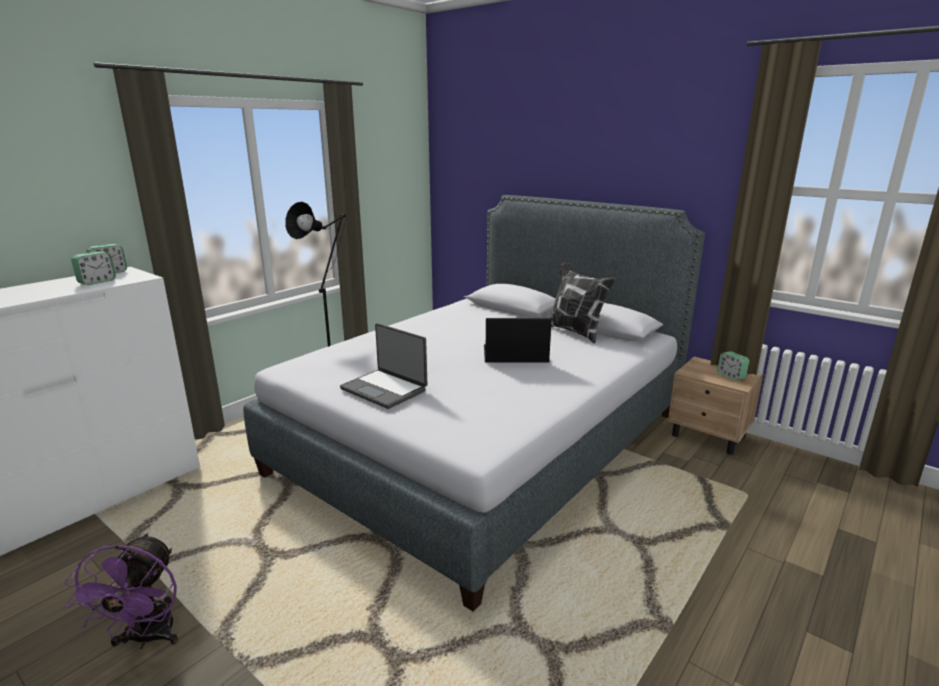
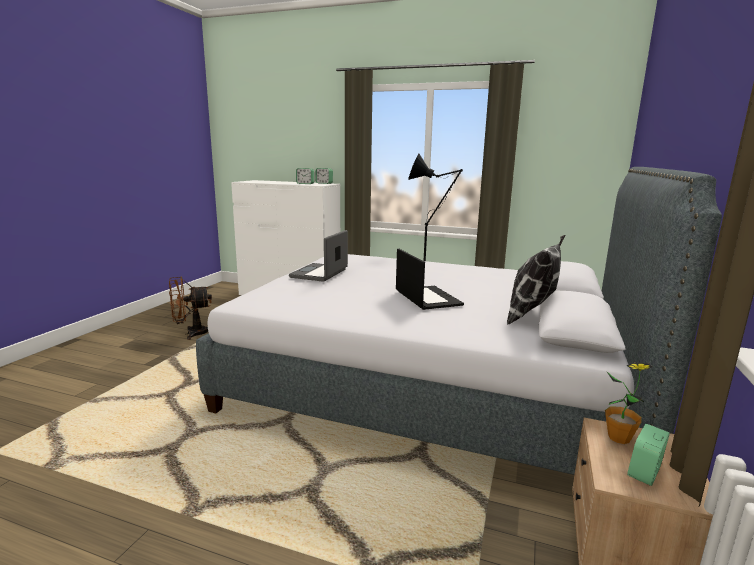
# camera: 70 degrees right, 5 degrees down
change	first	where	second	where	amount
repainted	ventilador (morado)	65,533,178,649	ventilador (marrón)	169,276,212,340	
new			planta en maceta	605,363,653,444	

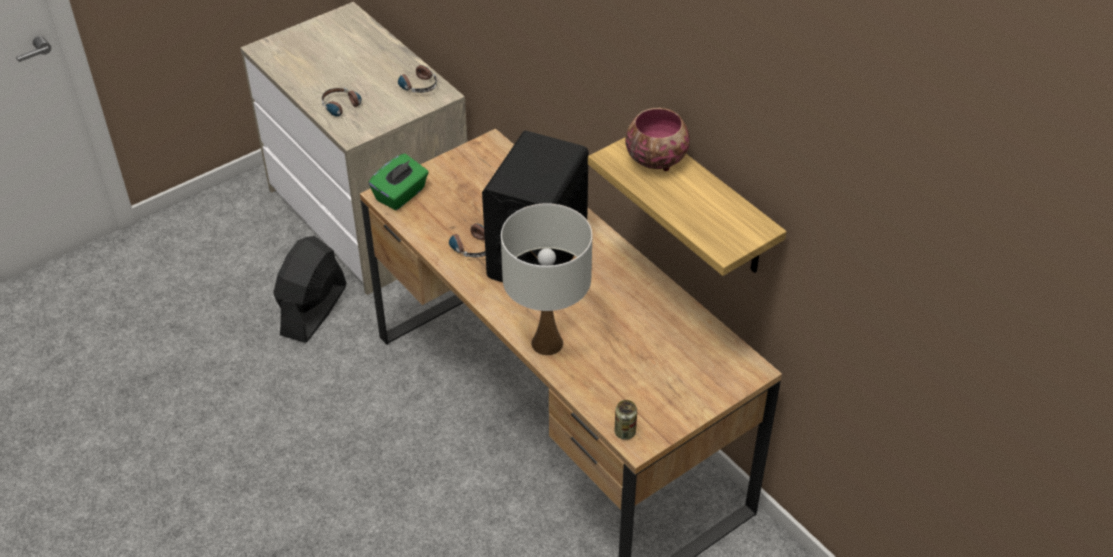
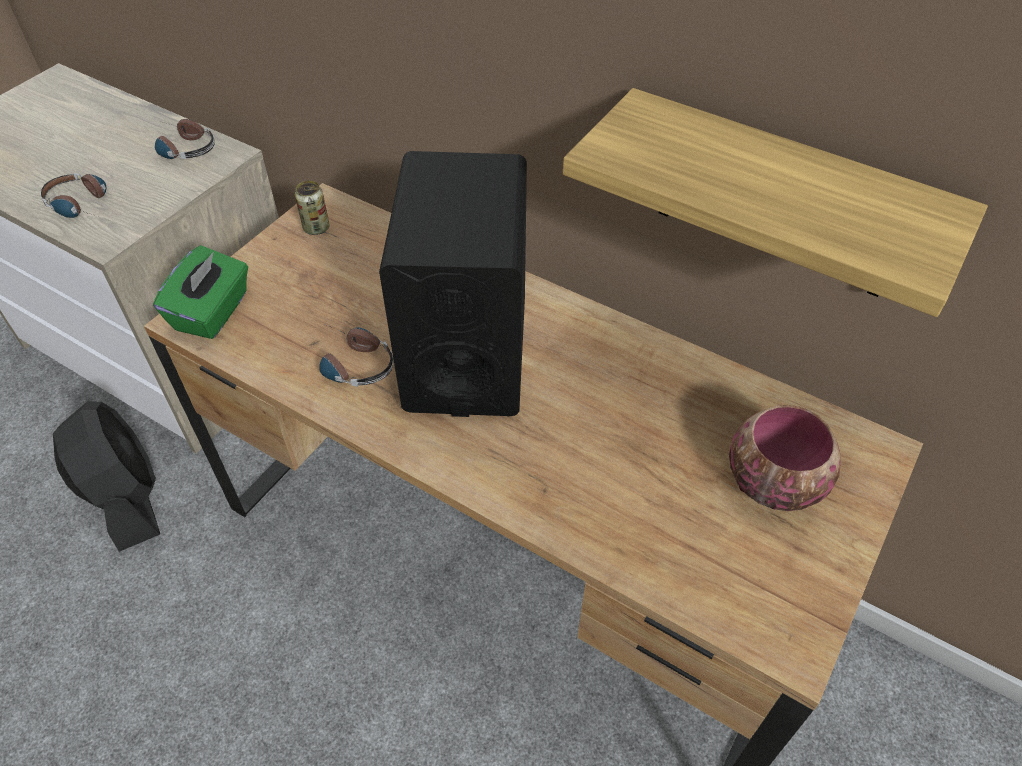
# camera: 20 degrees left, 5 degrees up
change	first	where	second	where	amount
shifted	cuenco	626,108,690,171		729,405,841,511	
gone	lámpara de mesa (blanco)	501,203,592,355			
rotated	ventilador (negro)	273,236,347,343		53,401,160,552	150 degrees clockwise
shifted	lata	614,400,637,440		295,181,329,235	

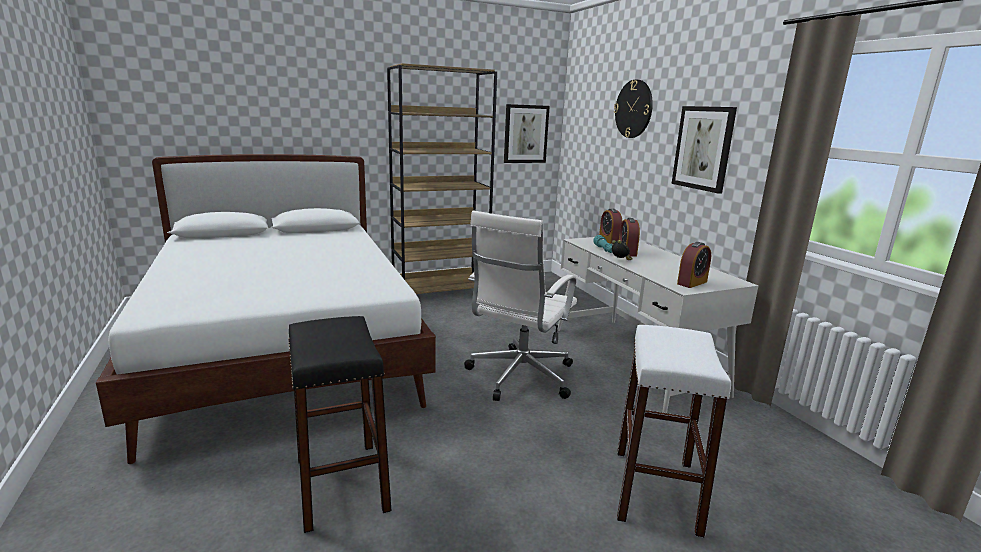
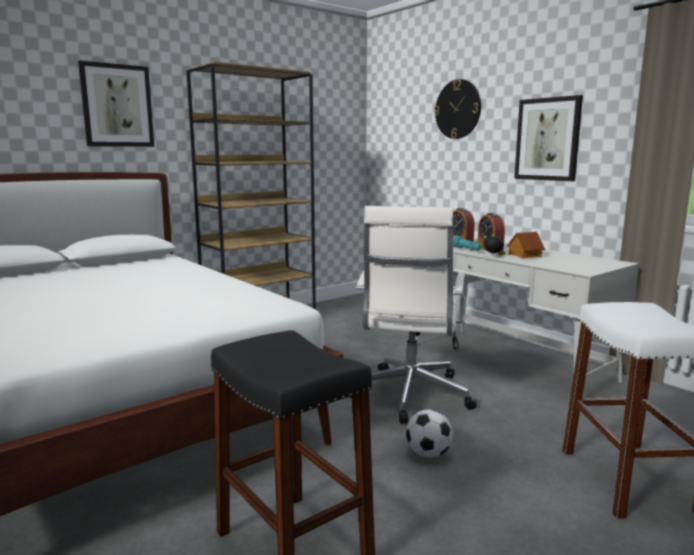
# camera: 15 degrees left, 5 degrees down
change	first	where	second	where	amount
shifted	cuadro	504,104,550,163		78,60,154,147	
gone	despertador	677,242,711,288			
new			casita	507,232,545,258	
new			balón de fútbol	406,409,453,458	

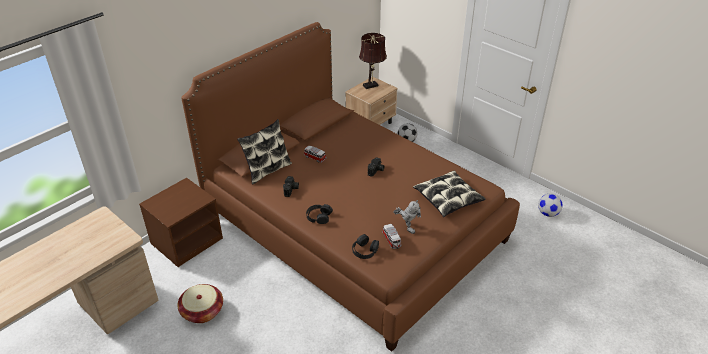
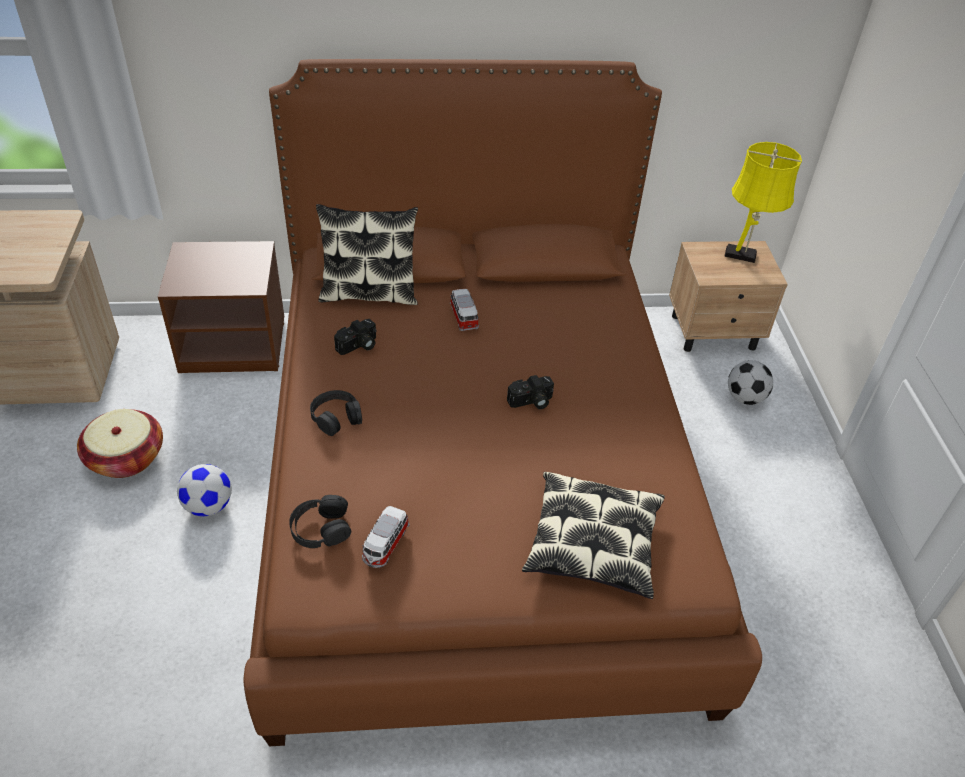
# camera: 40 degrees right, 5 degrees up
change	first	where	second	where	amount
repainted	lámpara de mesa (marrón)	359,33,387,89	lámpara de mesa (amarillo)	724,142,802,263	
shifted	balón de fútbol	538,193,563,217		177,464,232,516	
gone	robot de juguete	393,200,421,234			

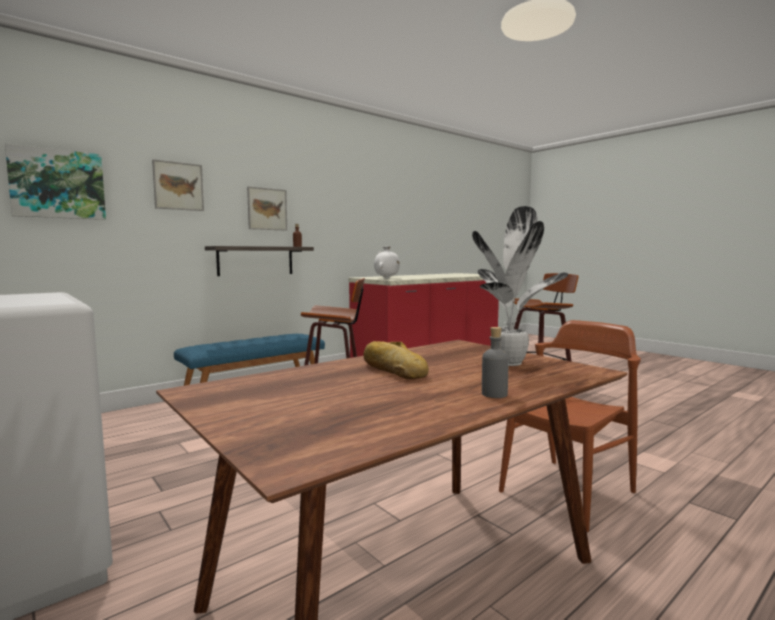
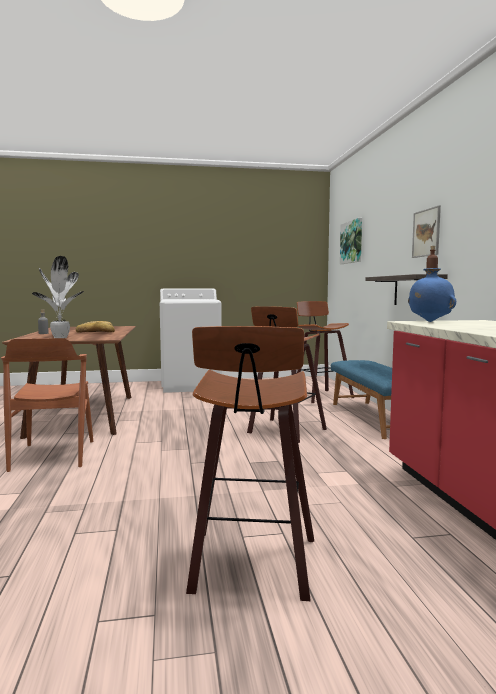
# camera: 120 degrees right, 0 degrees up
change	first	where	second	where	amount
gone	cuadro	152,159,204,211			
repainted	florero (blanco)	374,246,400,279	florero (azul)	408,268,456,322	
new			taburete	297,301,354,403	

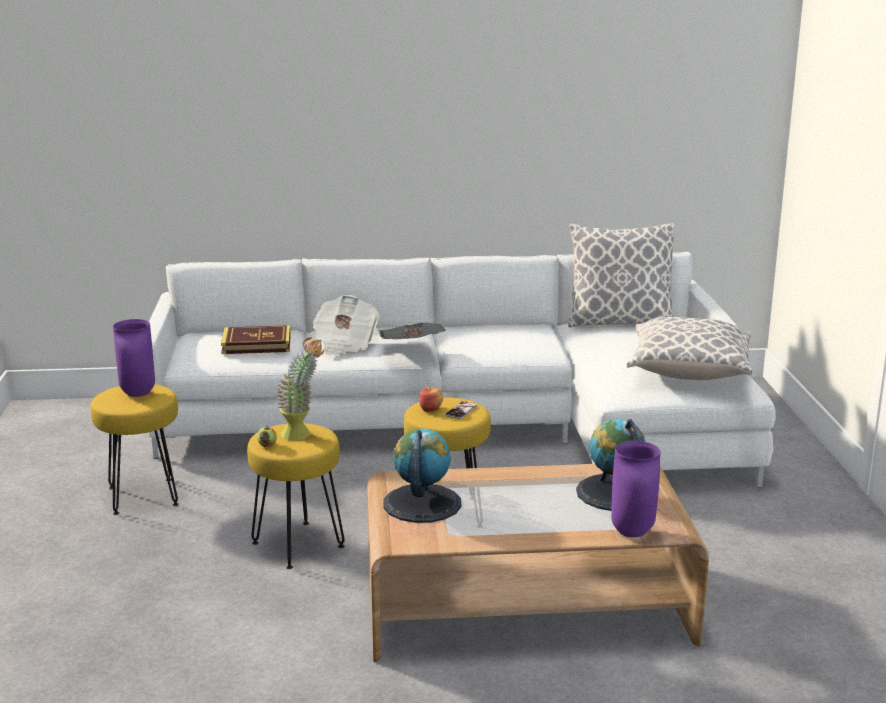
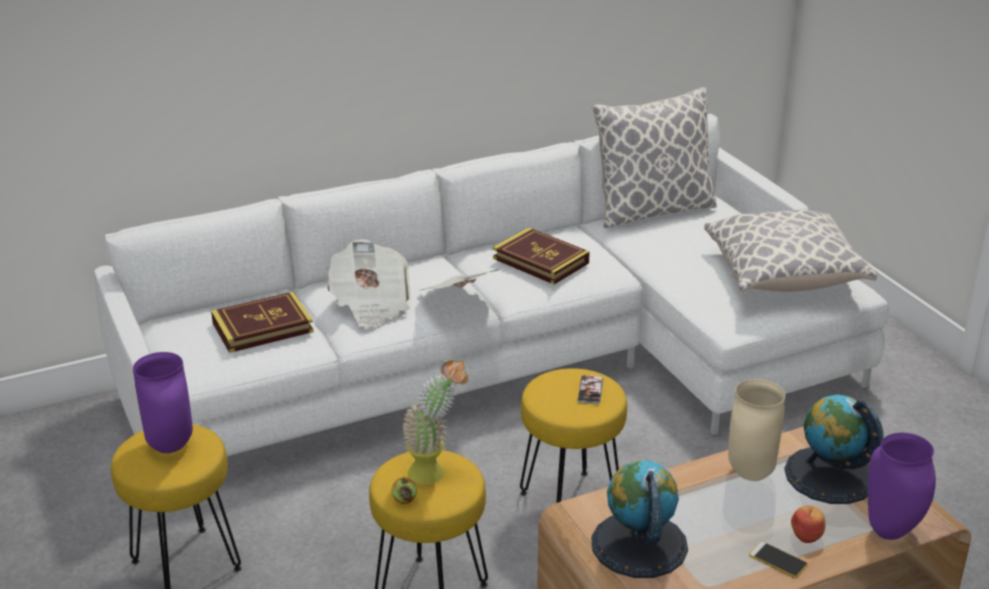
# camera: 20 degrees left, 10 degrees up
change	first	where	second	where	amount
shifted	manzana	419,387,443,412		791,506,826,543	
new			libro	493,227,590,284	
new			florero (beis)	728,379,785,481	
new			móvil	749,541,808,578	

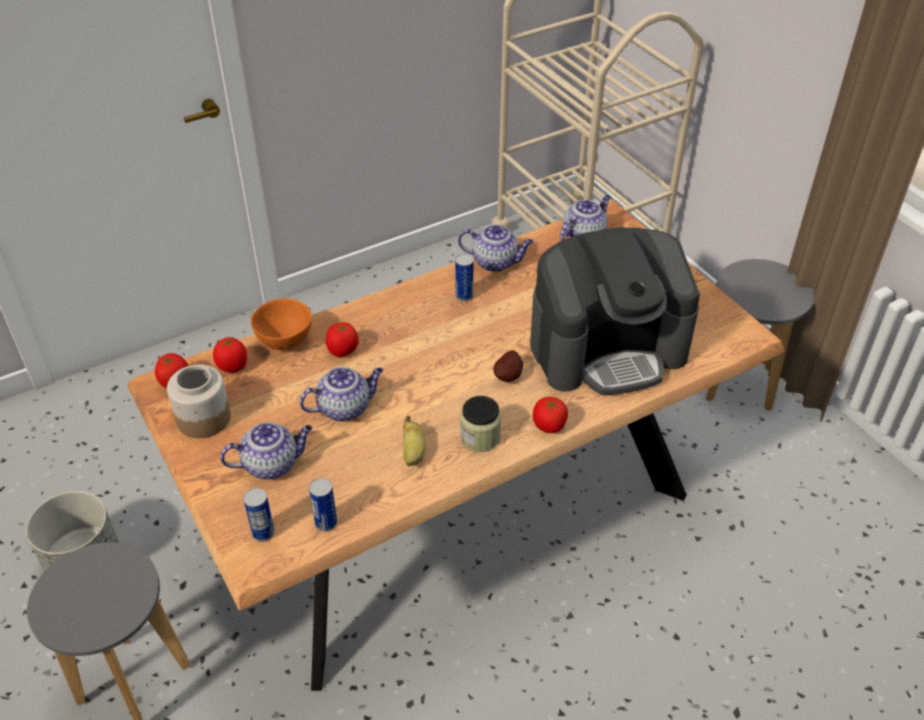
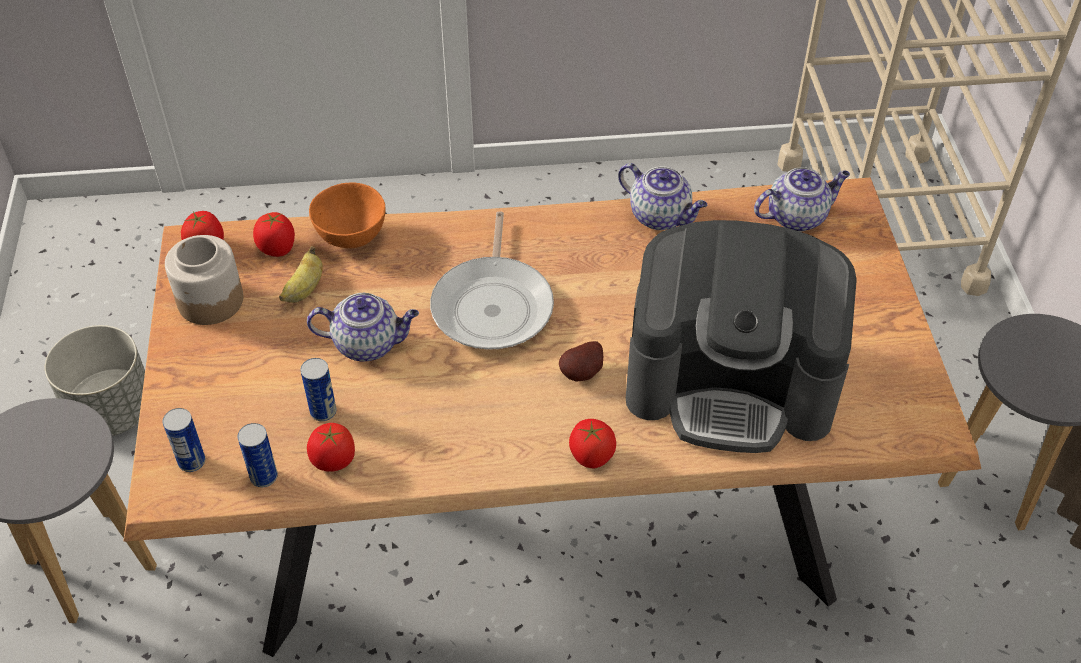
# camera: 25 degrees right, 5 degrees up
change	first	where	second	where	amount
shifted	lata	455,254,474,301		300,358,336,421	
shifted	tomate	326,322,359,357		307,423,355,472	
gone	tarro	460,396,501,452			
shifted	plátano	403,416,425,466		279,246,323,303	
gone	tetera	220,422,312,480			
new			sartén	430,212,554,350	

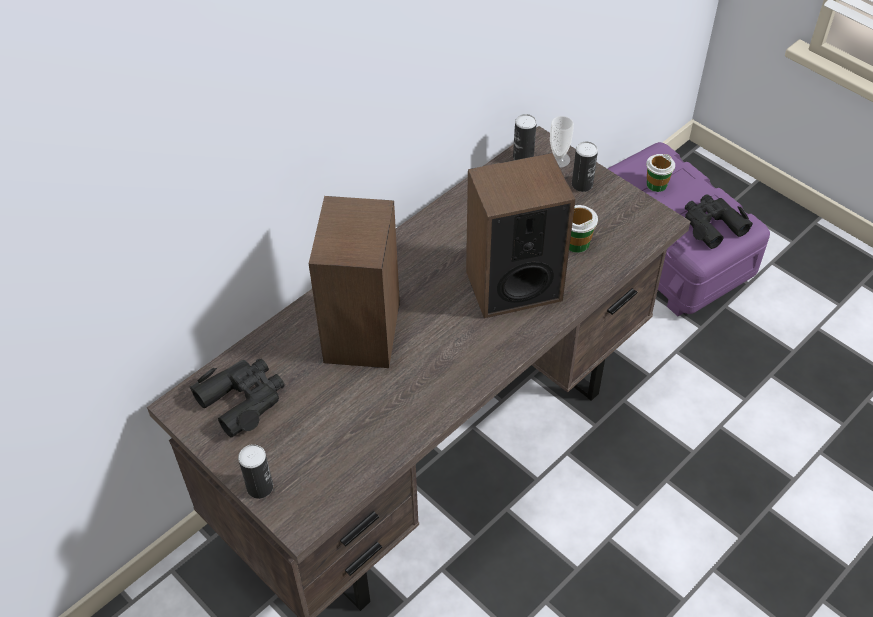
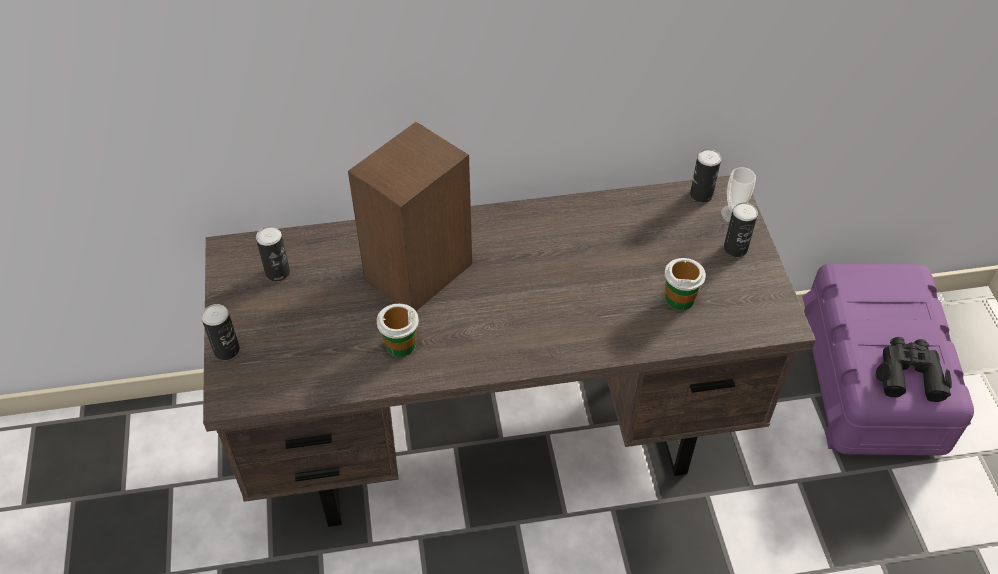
# camera: 35 degrees right, 0 degrees up
change	first	where	second	where	amount
gone	altavoz	466,153,575,318			
shifted	taza	646,154,675,192		376,304,419,357	
swapped	prismáticos (negro)	189,359,285,438	lata	256,226,290,281	

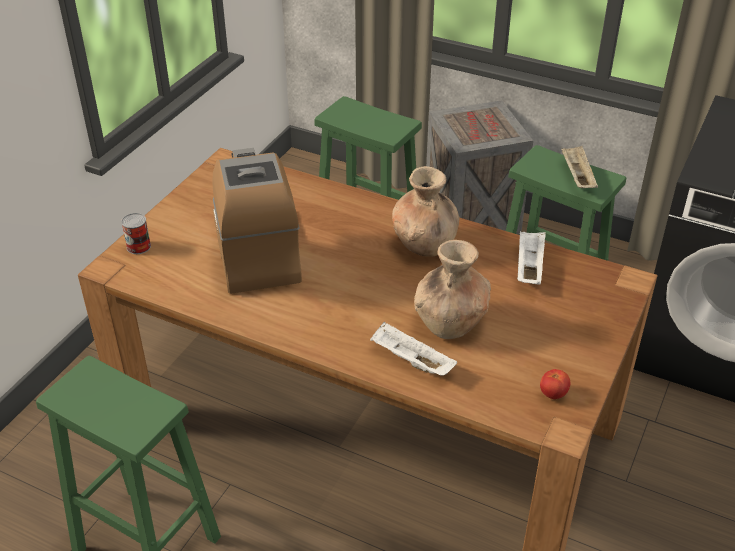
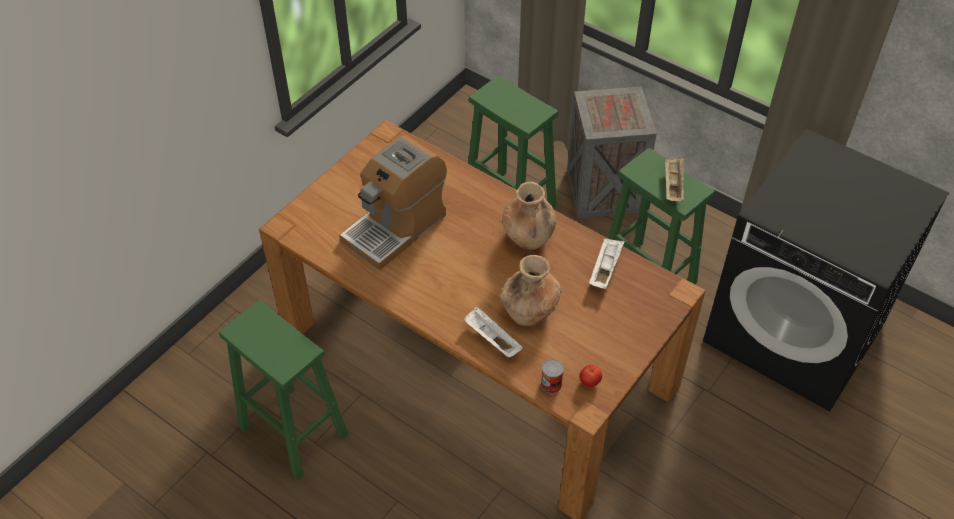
# camera: 10 degrees right, 10 degrees up
change	first	where	second	where	amount
rotated	cafetera	213,148,302,294		339,135,447,270	135 degrees counterclockwise
shifted	lata	121,213,151,254		541,359,564,393	

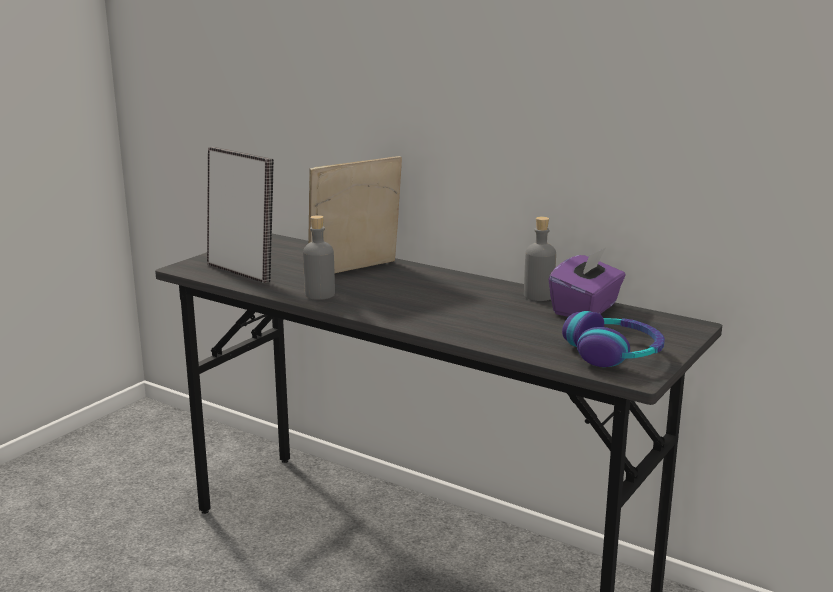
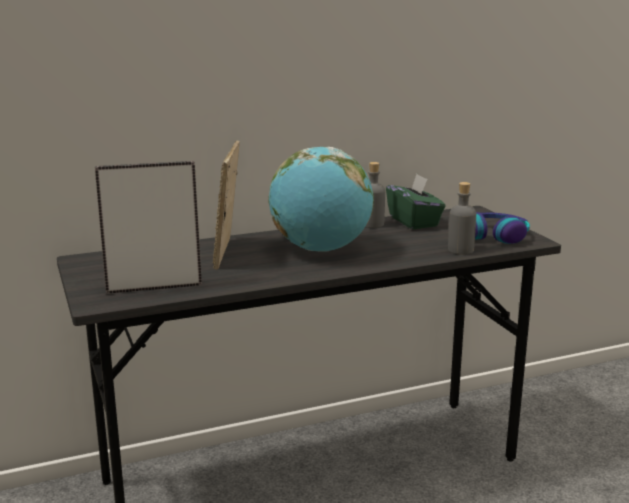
# camera: 55 degrees left, 0 degrees up
change	first	where	second	where	amount
shifted	botella (gris)	303,215,335,300		448,182,476,255	
repainted	caja de pañuelos (morado)	549,248,626,317	caja de pañuelos (verde)	386,174,445,229	
new			globo terráqueo	268,147,374,252	

